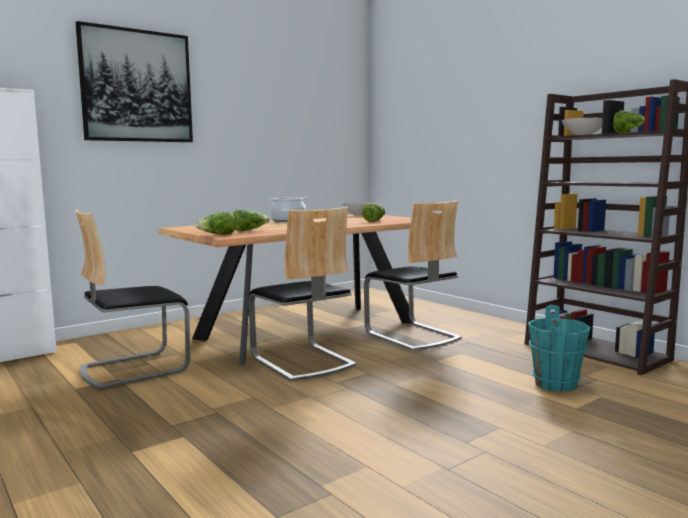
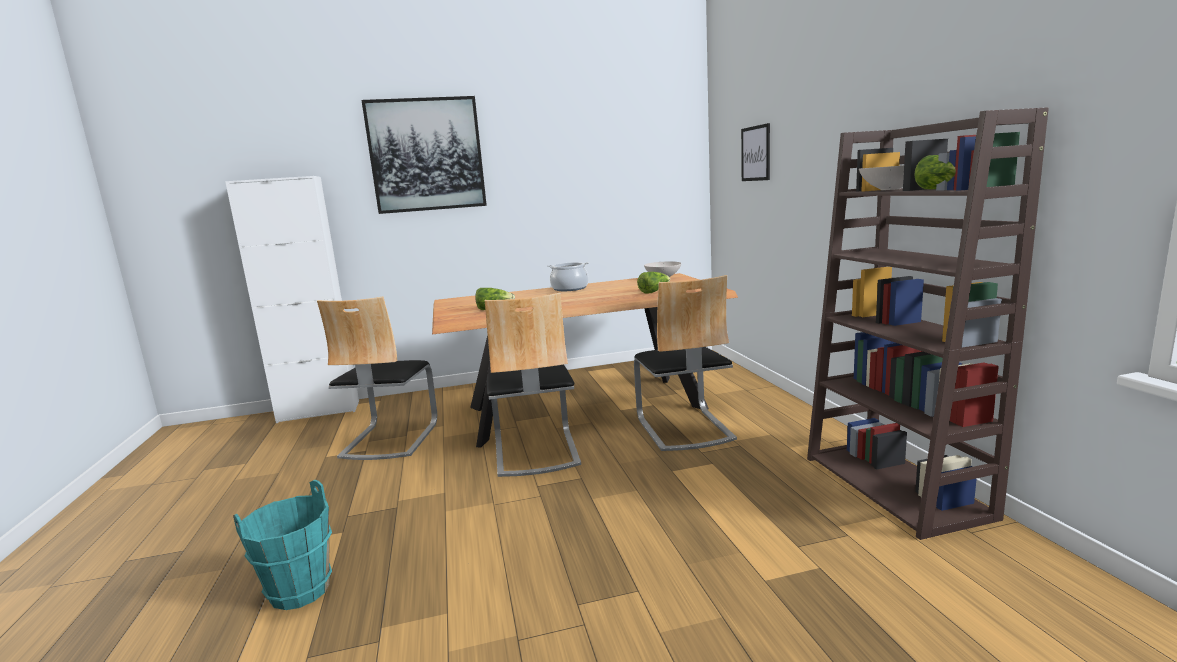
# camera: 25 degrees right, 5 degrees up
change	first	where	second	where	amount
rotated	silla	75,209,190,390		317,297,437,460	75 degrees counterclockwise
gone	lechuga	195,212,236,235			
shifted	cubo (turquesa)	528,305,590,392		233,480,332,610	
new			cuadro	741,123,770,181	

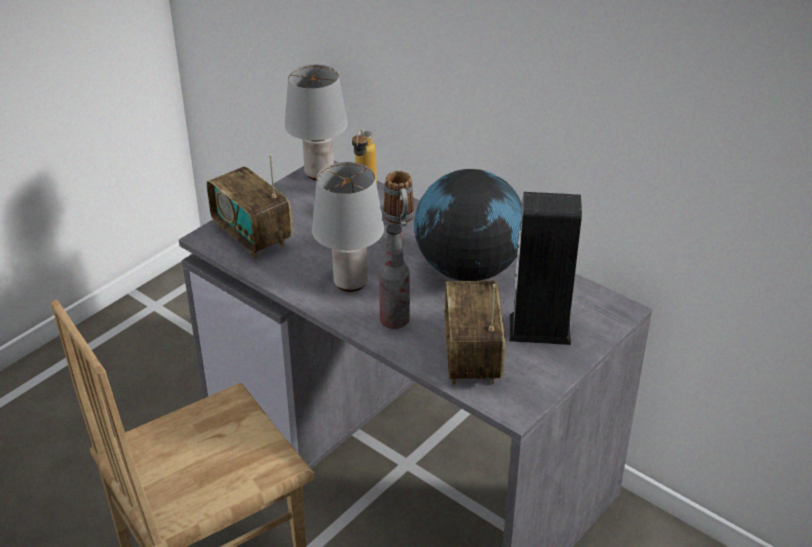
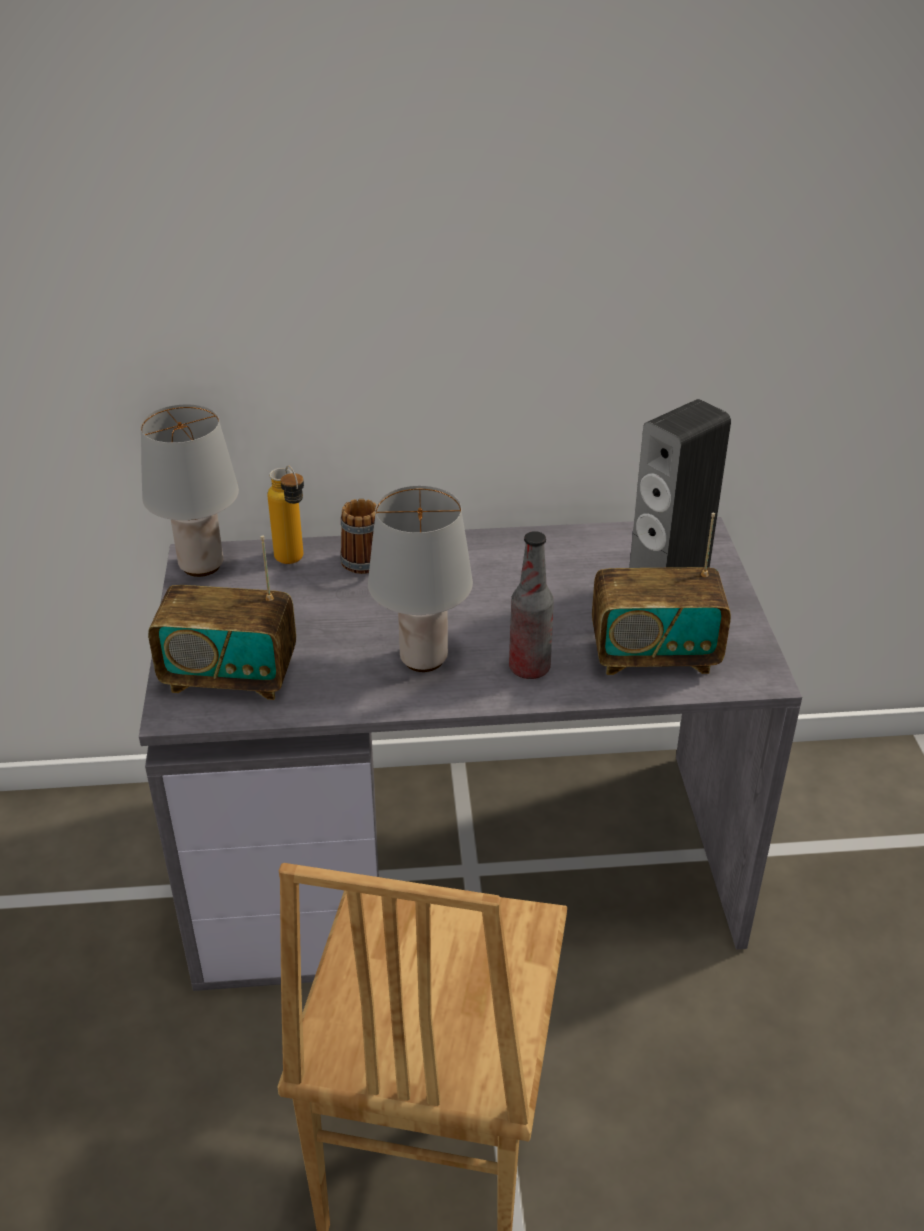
# camera: 45 degrees left, 0 degrees up
change	first	where	second	where	amount
gone	globo terráqueo	414,169,522,281			
rotated	radio	445,281,505,385		592,513,731,675	45 degrees counterclockwise

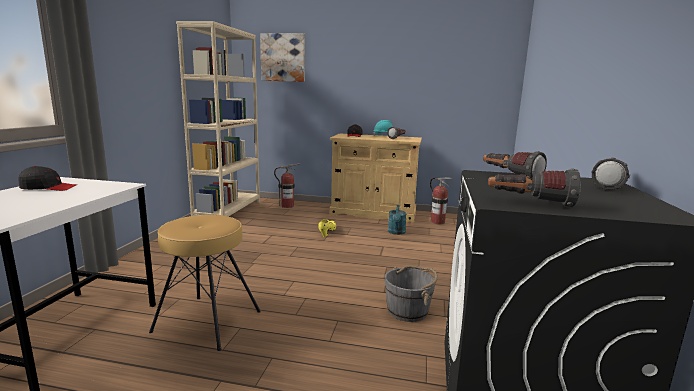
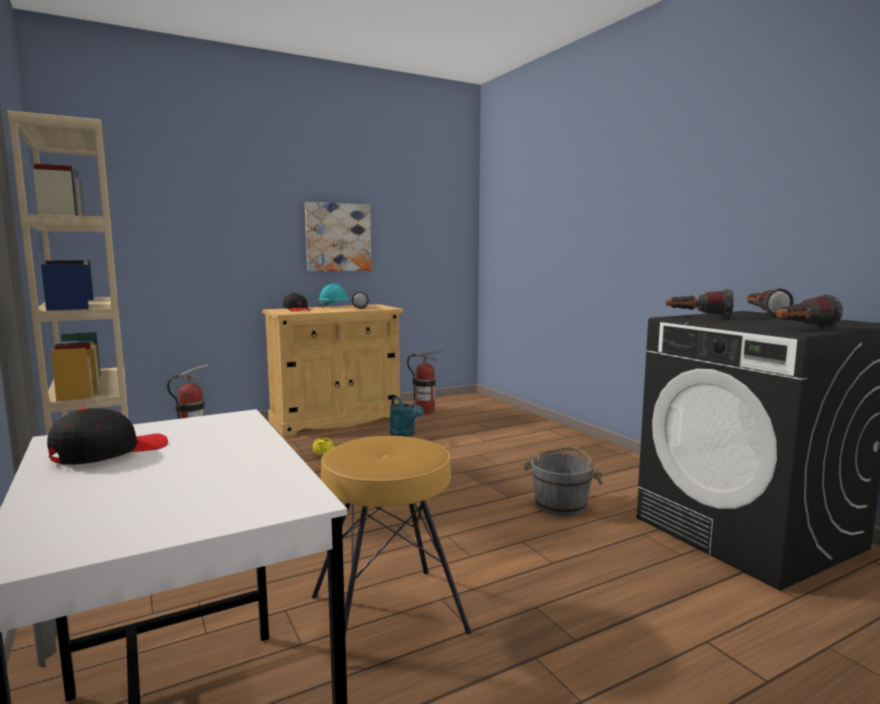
# camera: 40 degrees left, 5 degrees down
change	first	where	second	where	amount
shifted	cuadro	260,33,305,82		305,202,372,271	

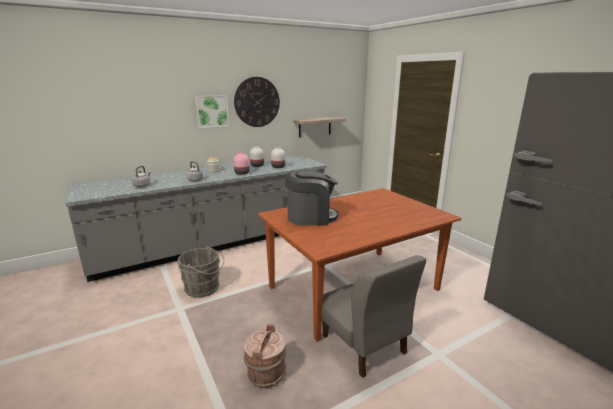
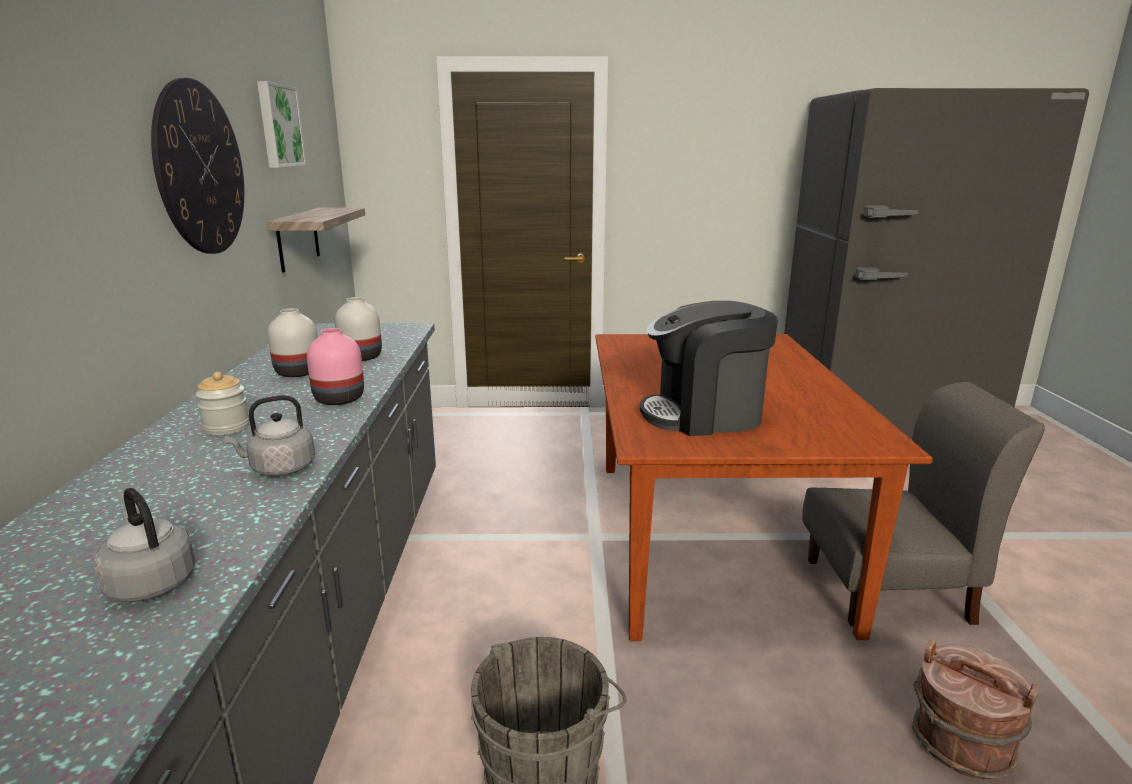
# camera: 60 degrees left, 0 degrees up
change	first	where	second	where	amount
shifted	cuadro	195,95,229,128		257,81,306,168	
rotated	cafetera	285,170,339,226		640,301,778,436	120 degrees counterclockwise

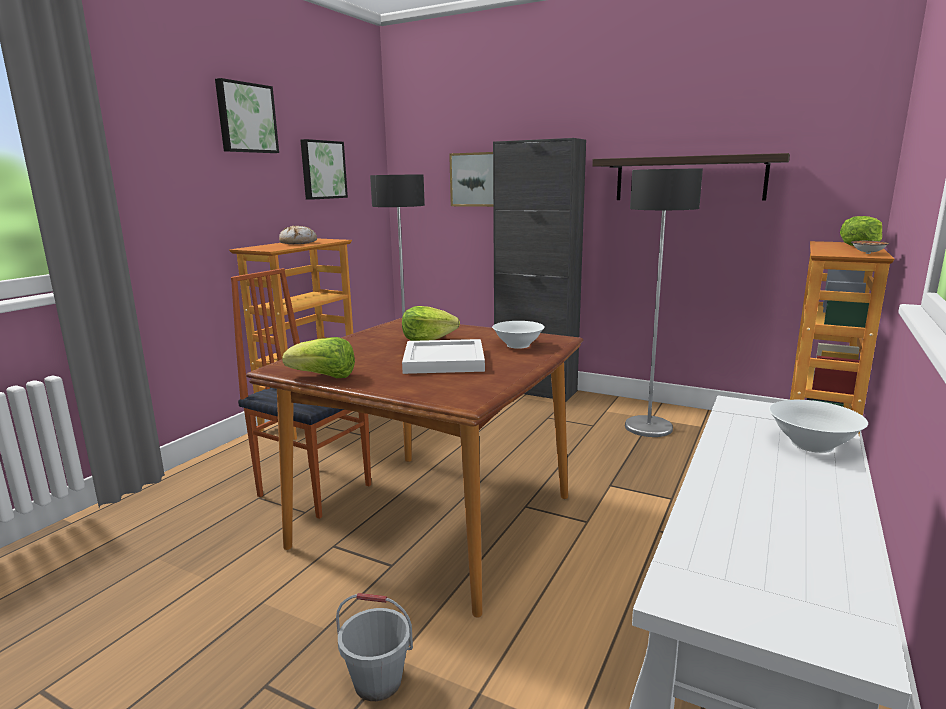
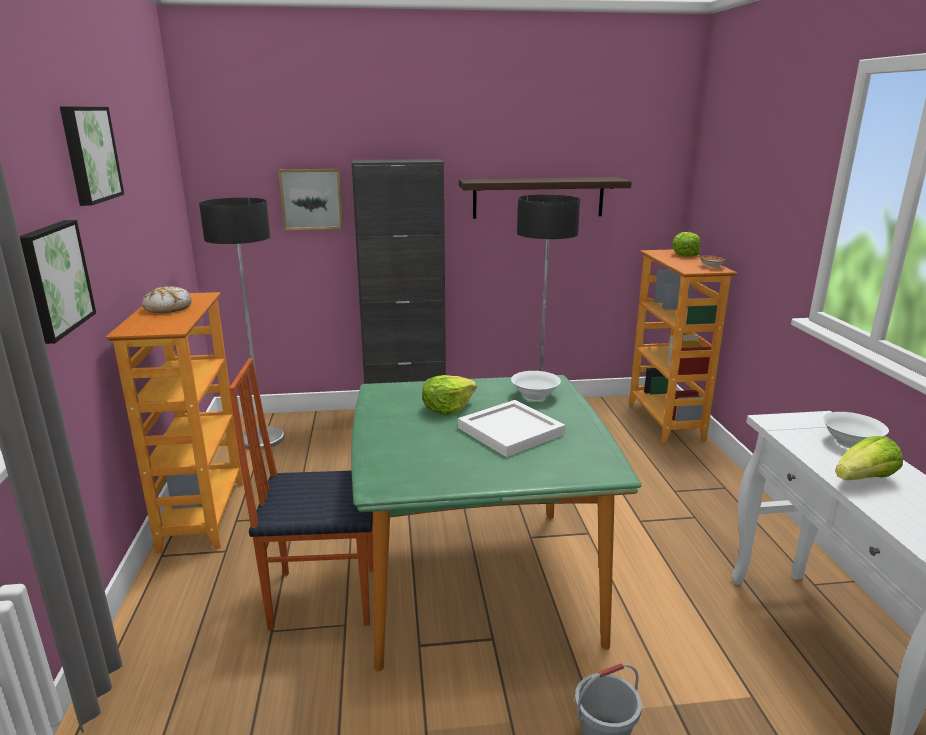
# camera: 35 degrees left, 5 degrees up
change	first	where	second	where	amount
shifted	cuadro	300,139,348,200		19,220,96,344	
repainted	mesa de comedor (marrón)	246,318,583,618	mesa de comedor (verde)	351,375,642,671	
shifted	lechuga	282,337,355,378		835,436,903,480	

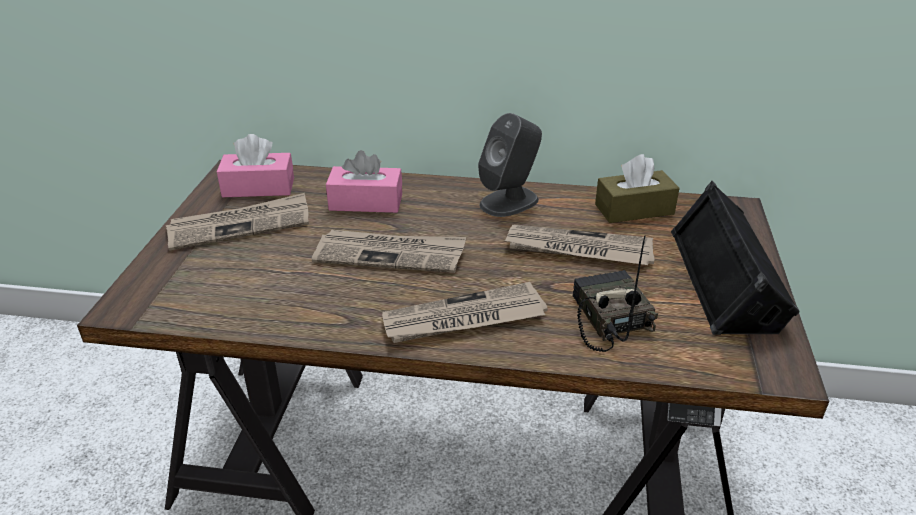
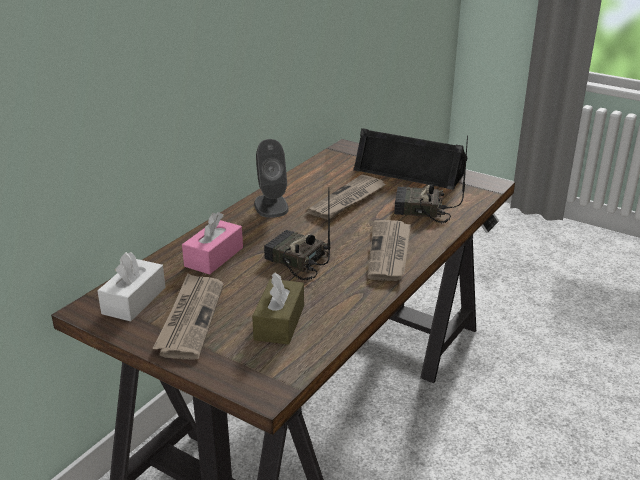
# camera: 65 degrees left, 5 degrees down
change	first	where	second	where	amount
repainted	caja de pañuelos (rosa)	217,134,294,197	caja de pañuelos (blanco)	97,252,166,322	
shifted	caja de pañuelos (marrón)	595,154,679,223		252,273,304,345	
swapped	periódico	312,229,466,273	radio	264,188,330,281	

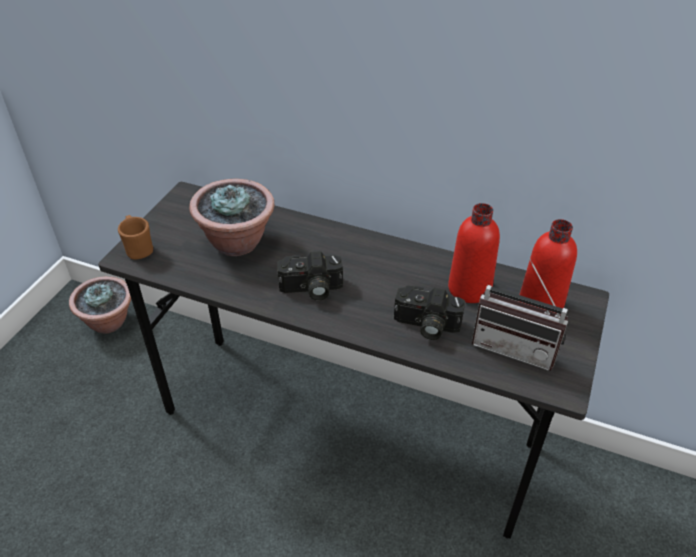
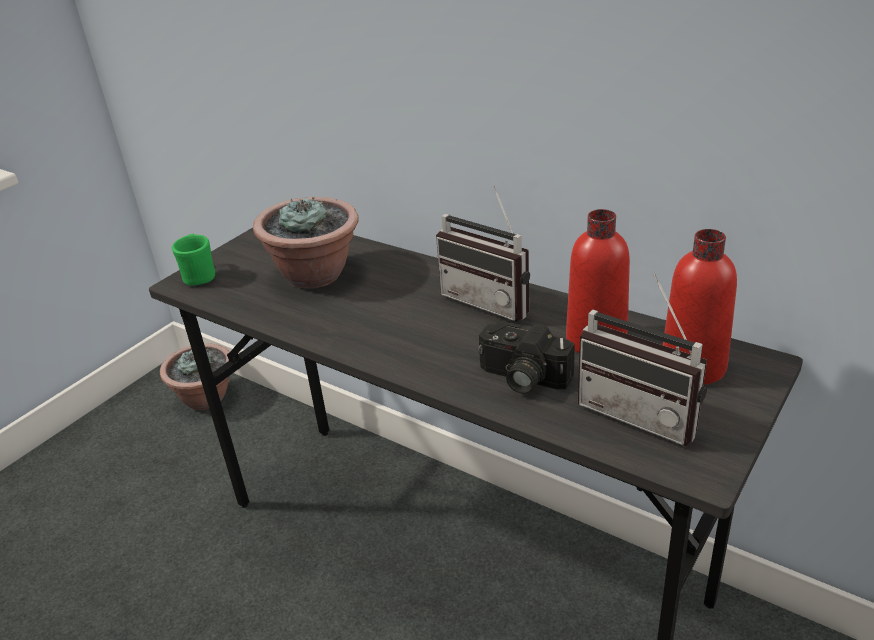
# camera: 15 degrees right, 10 degrees down
change	first	where	second	where	amount
repainted	taza grande (marrón)	118,215,153,259	taza grande (verde)	172,234,215,286	
gone	cámara	277,251,343,301			
new			radio	436,185,530,322	

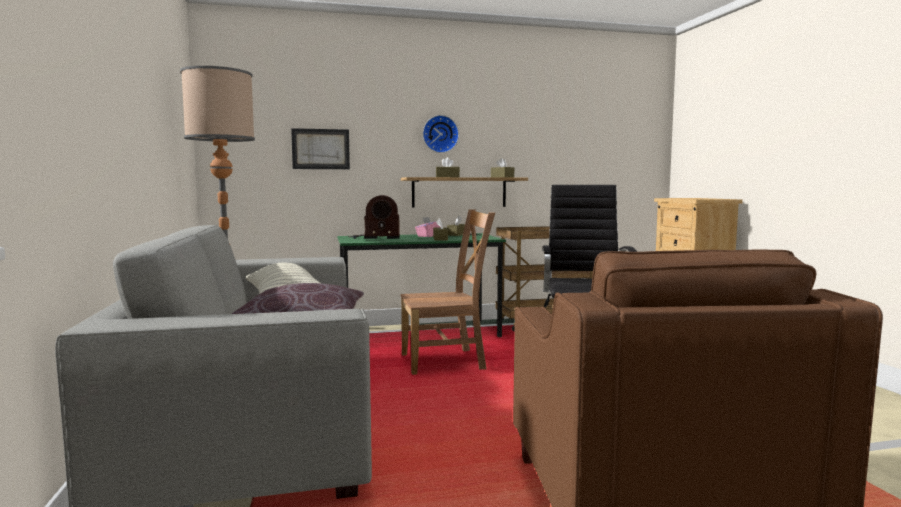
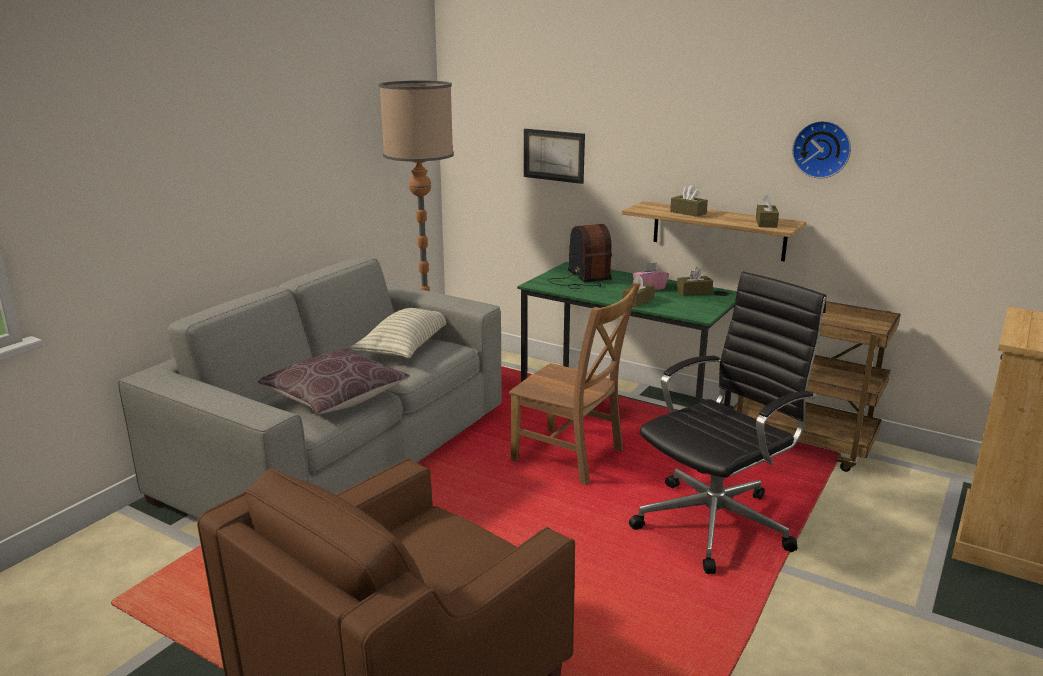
# camera: 45 degrees right, 15 degrees up
change	first	where	second	where	amount
shifted	reloj de pared	423,115,459,153		792,121,851,178	
rotated	radio	353,195,400,239		547,224,612,289	150 degrees counterclockwise

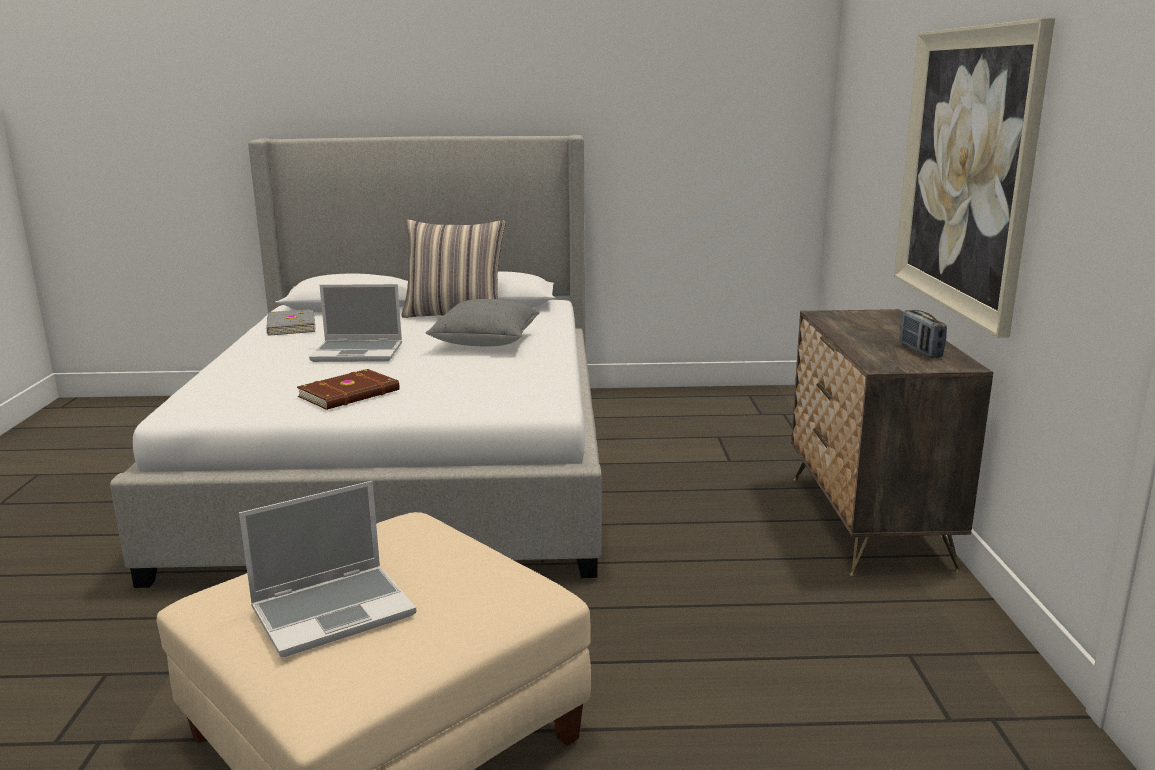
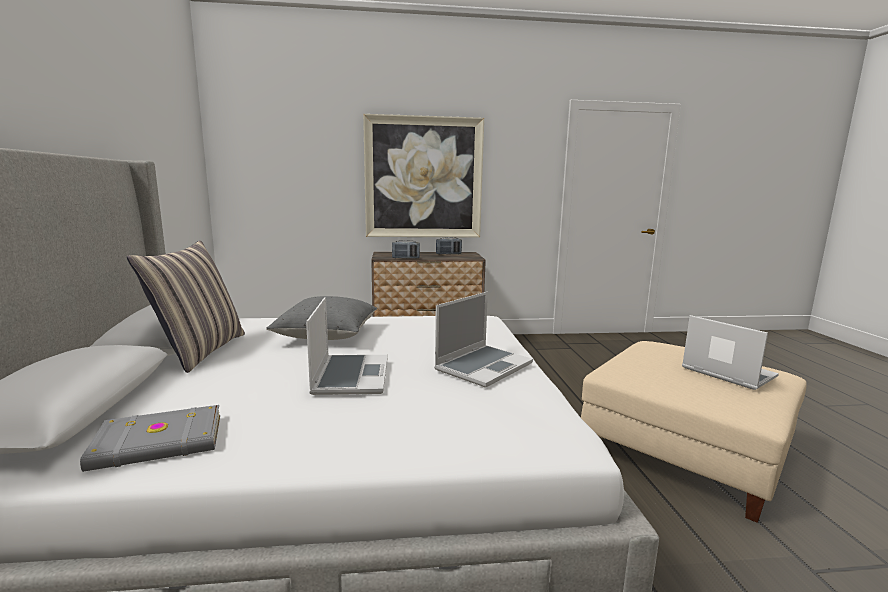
# camera: 95 degrees left, 5 degrees down
change	first	where	second	where	amount
swapped	libro (marrón)	297,369,400,410	portátil	434,292,533,388	
new			radio	392,240,420,259	

